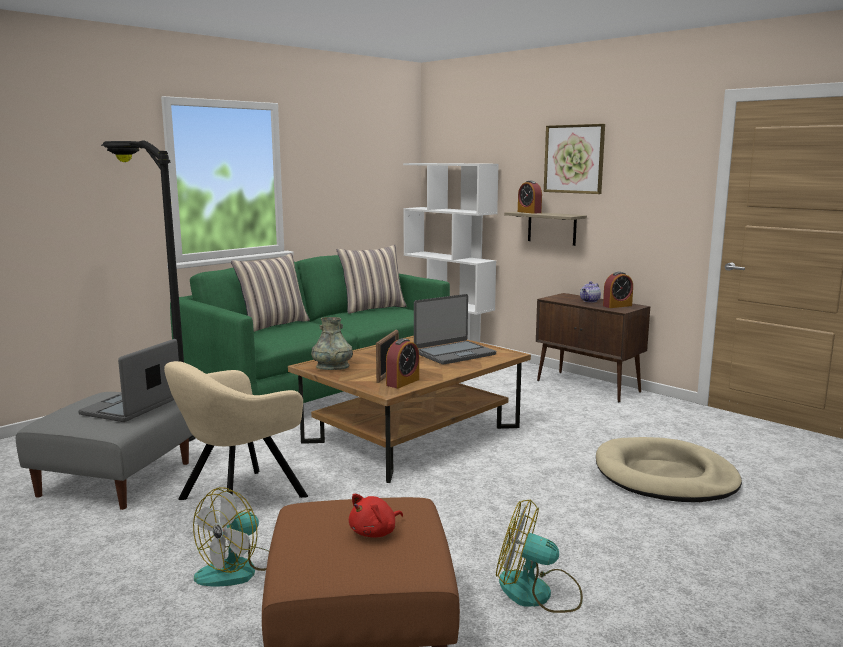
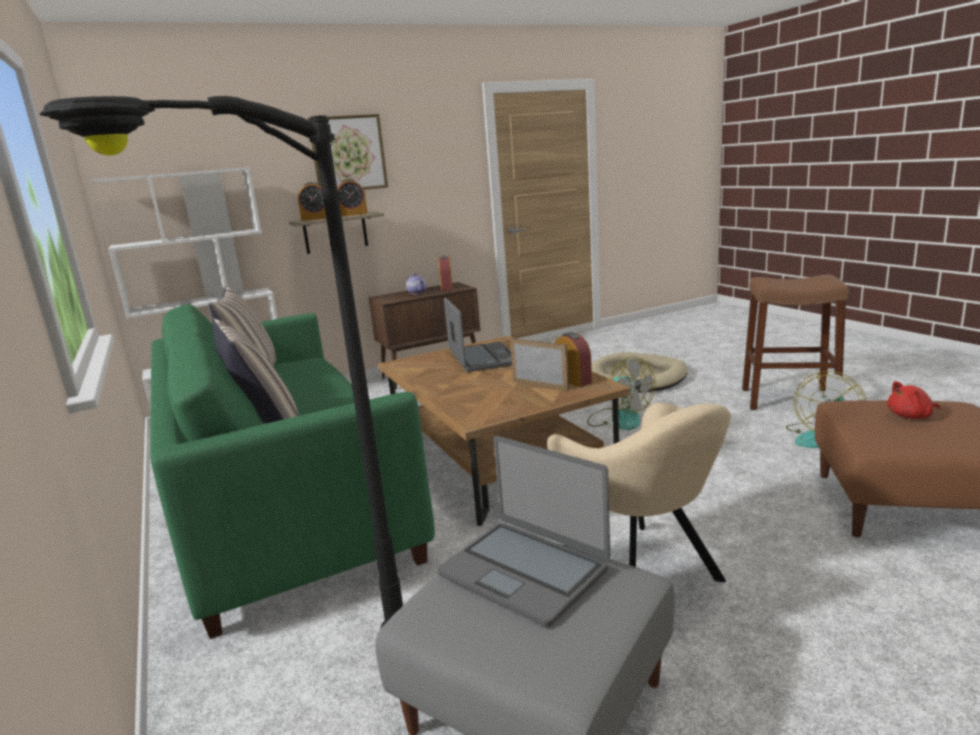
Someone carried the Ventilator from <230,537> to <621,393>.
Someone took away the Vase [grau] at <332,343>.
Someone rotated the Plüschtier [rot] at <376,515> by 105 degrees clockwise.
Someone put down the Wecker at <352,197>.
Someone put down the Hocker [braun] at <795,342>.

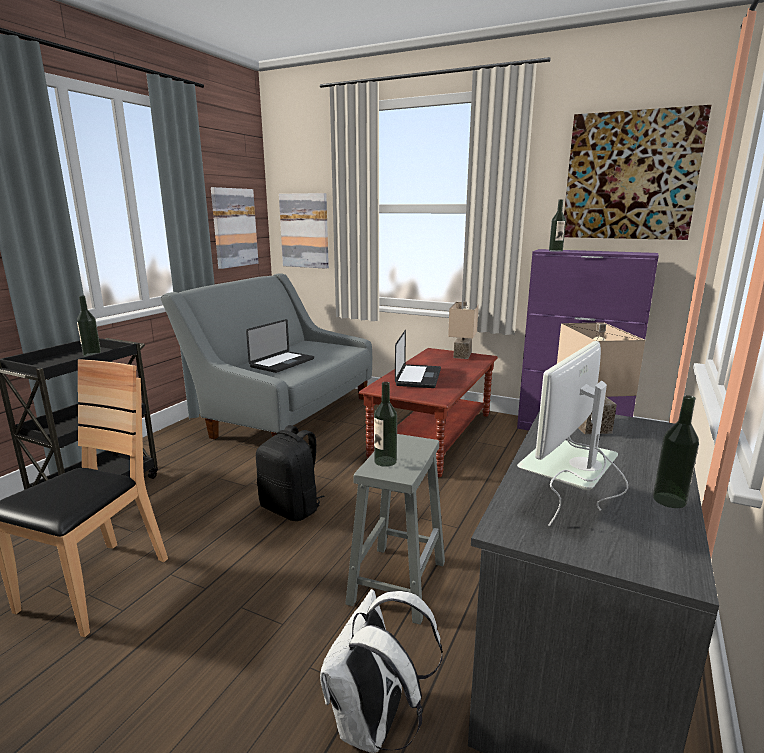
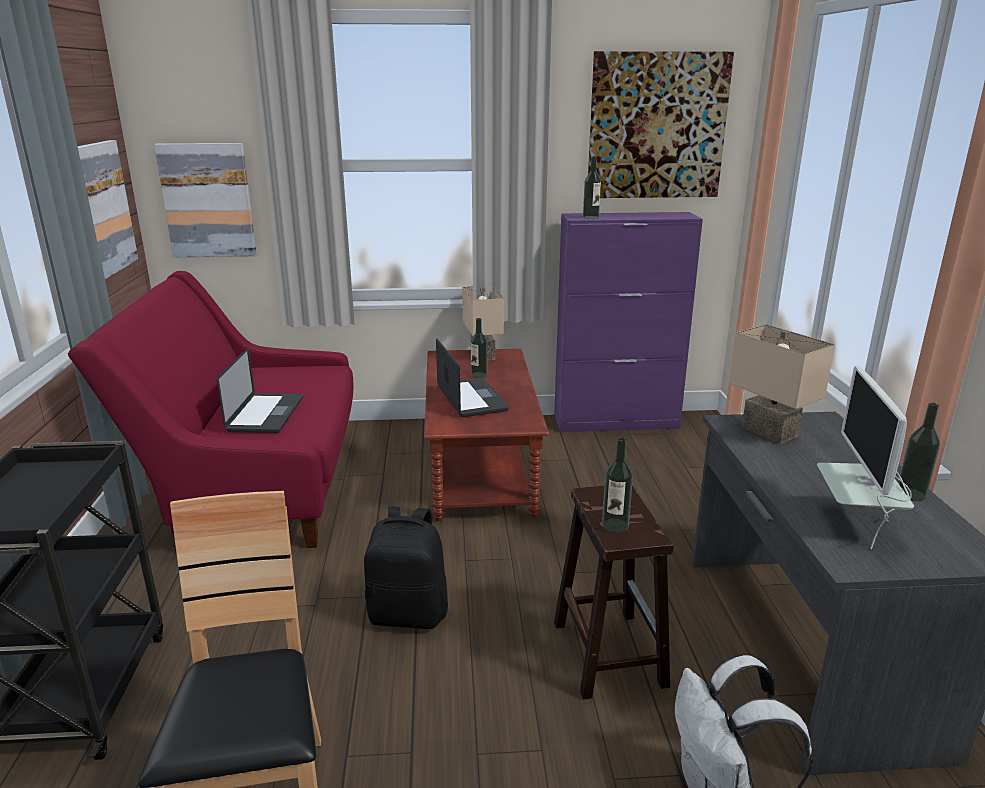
Someone carried the Flasche from <89,326> to <479,348>.
Someone repainted the Sofa [grau] at <266,356>, which became the Sofa [rot] at <211,409>.
Someone repainted the Hocker [grau] at <395,529>, which became the Hocker [braun] at <614,592>.

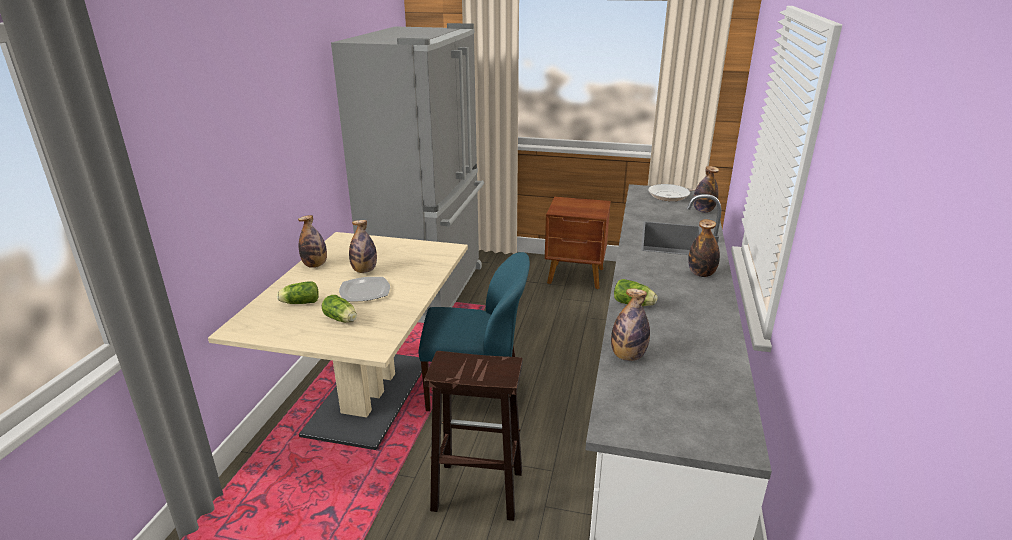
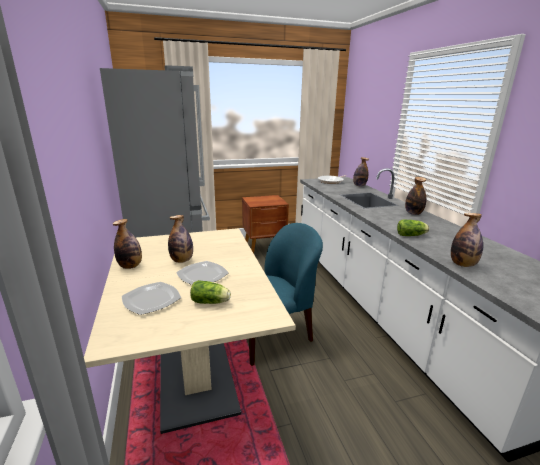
Someone swapped the Salatkopf at <298,292> for the Teller at <151,298>.
Someone took away the Hocker [braun] at <473,436>.

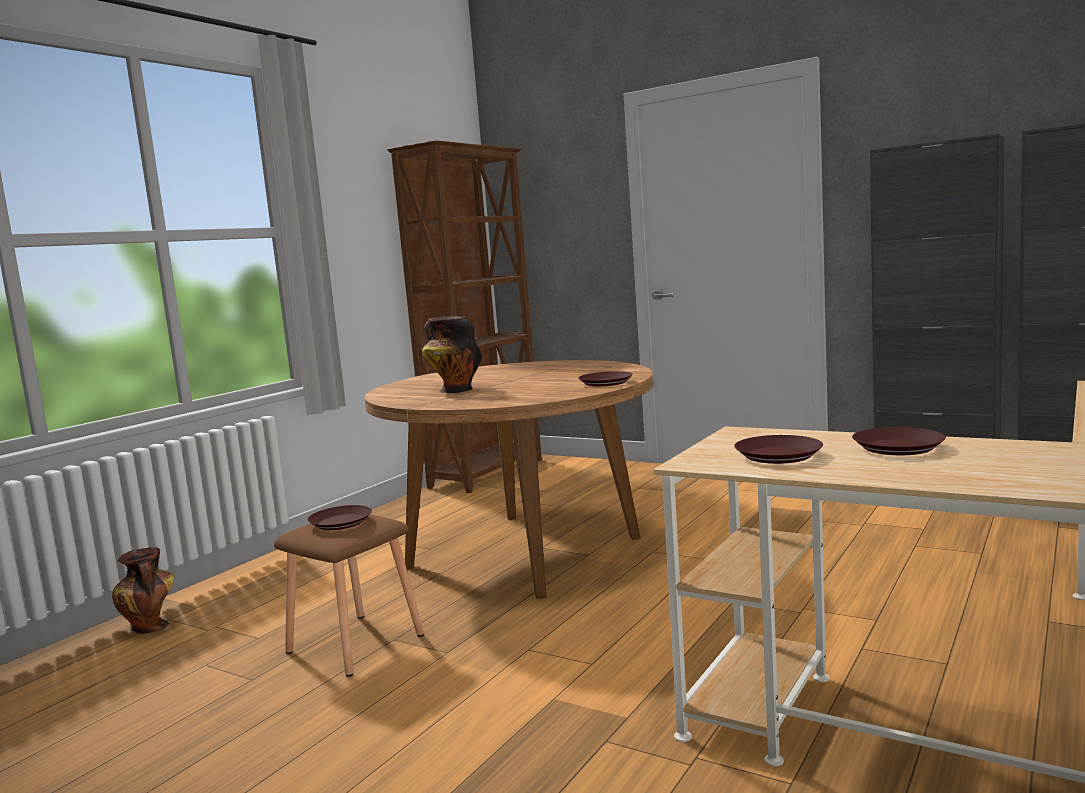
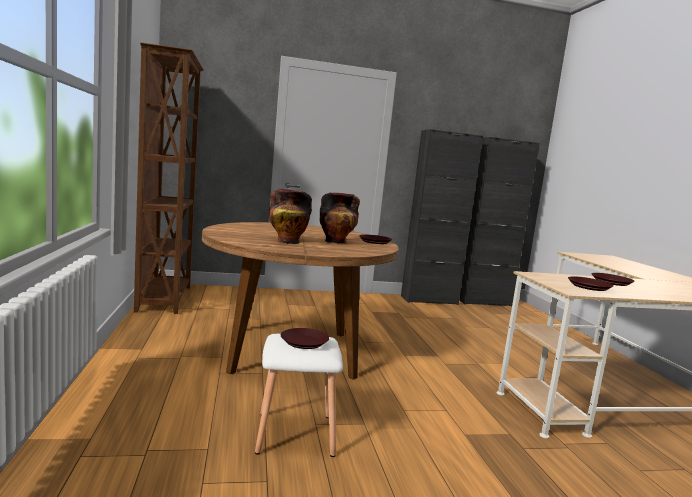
Someone carried the Vase from <143,590> to <339,218>.
Someone repainted the Hocker [braun] at <349,595>, which became the Hocker [weiß] at <299,395>.

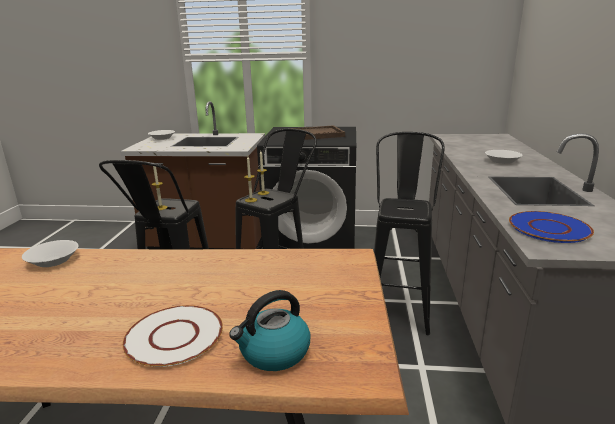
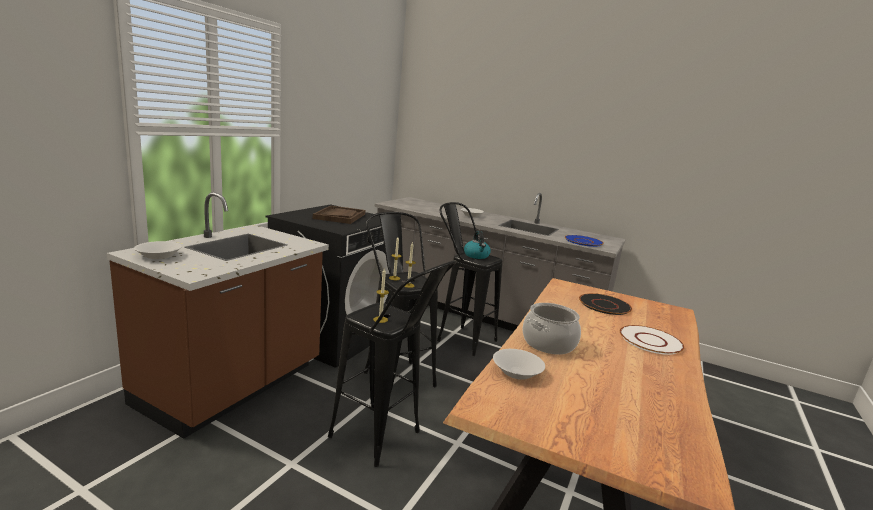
Someone carried the Wasserkessel from <270,330> to <477,245>.
Someone put down the Kochtopf at <551,329>.
Someone put down the Teller [schwarz] at <605,304>.

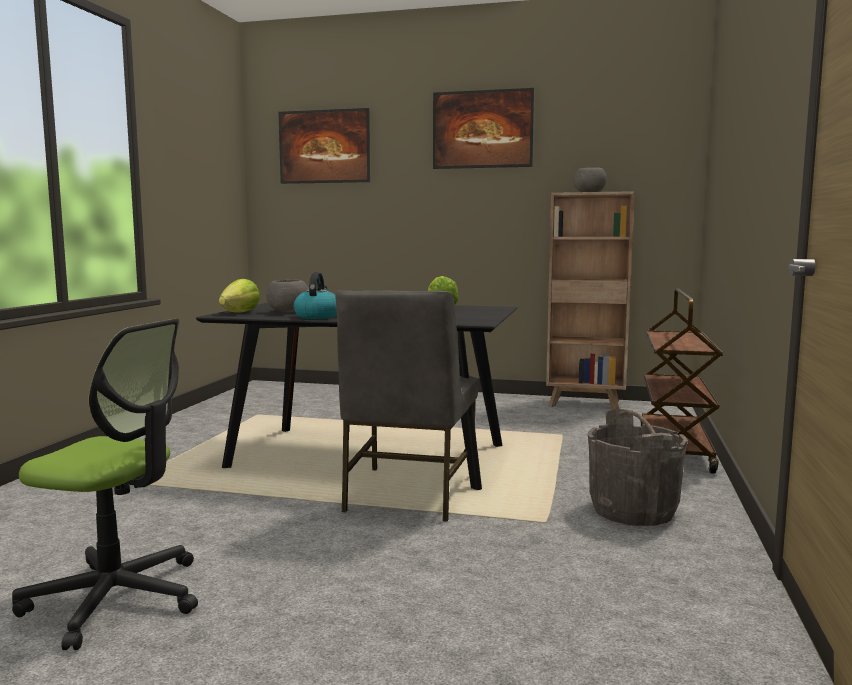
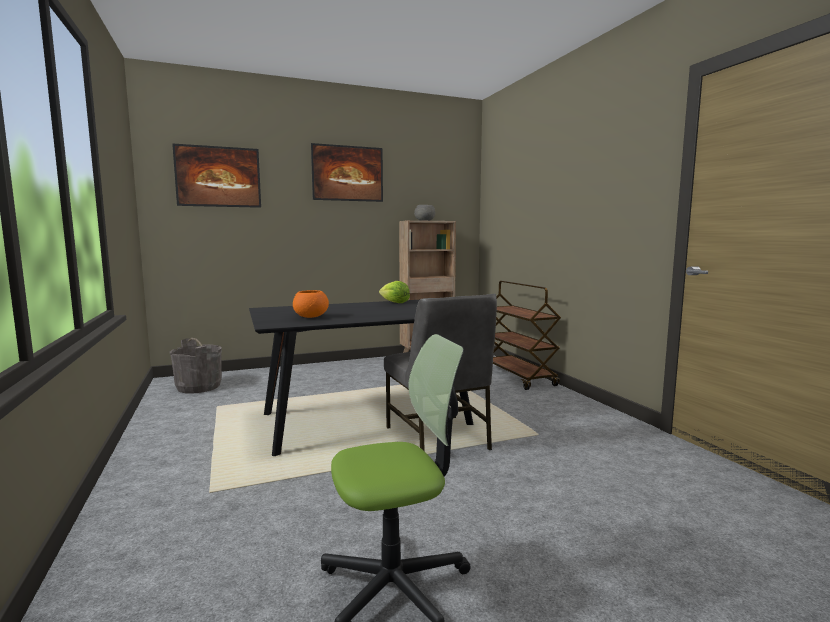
Someone took away the Salatkopf at <239,295>.
Someone repainted the Schüssel [grau] at <287,296>, which became the Schüssel [orange] at <311,304>.
Someone took away the Wasserkessel at <315,295>.
Someone carried the Eimer [grau] from <638,467> to <195,365>.

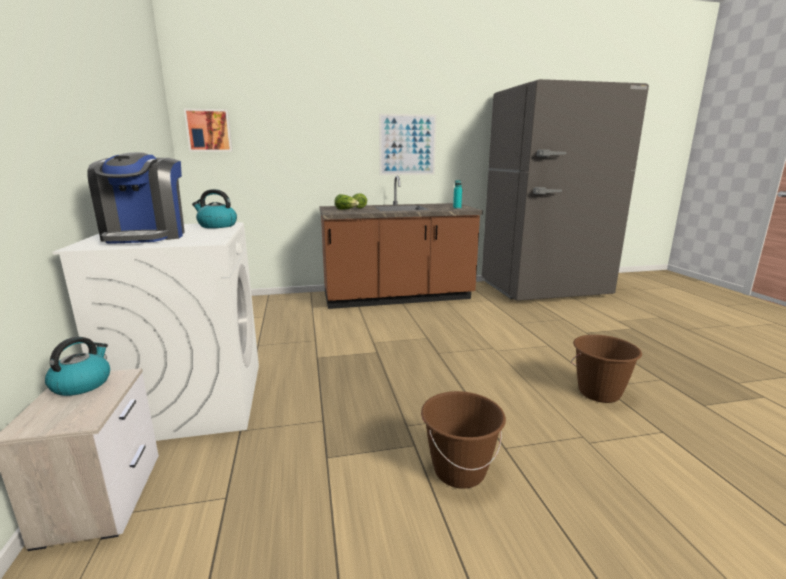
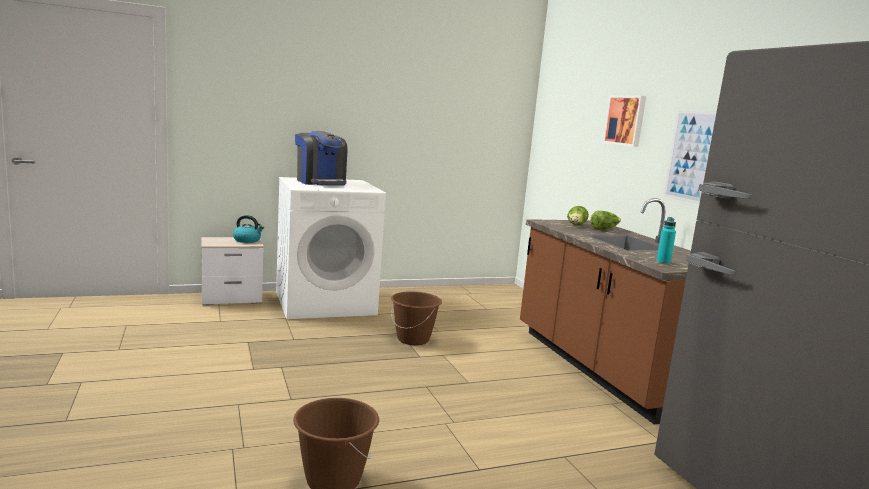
Someone rotated the Kaffeemaschine at <136,198> by 105 degrees counterclockwise.
Someone carried the Bild from <208,130> to <624,121>.
Someone took away the Wasserkessel at <214,208>.
Someone carried the Eimer [braun] from <463,440> to <416,318>.

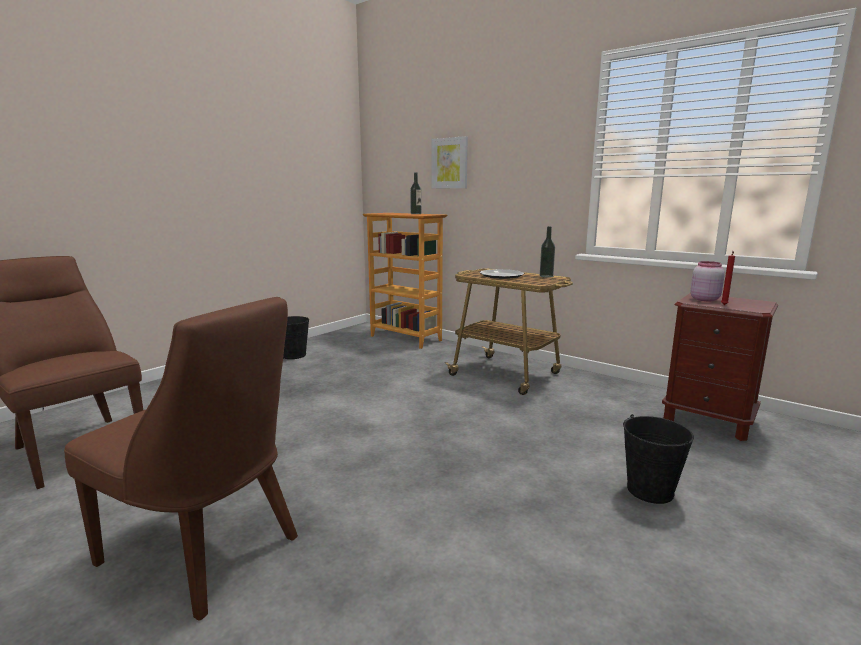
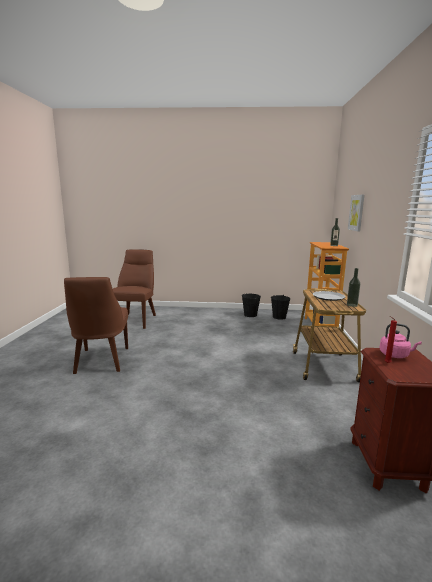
Someone carried the Eimer [schwarz] from <658,459> to <280,307>.
Someone swapped the Vorratsglas [rosa] at <707,281> for the Wasserkessel [rosa] at <400,340>.

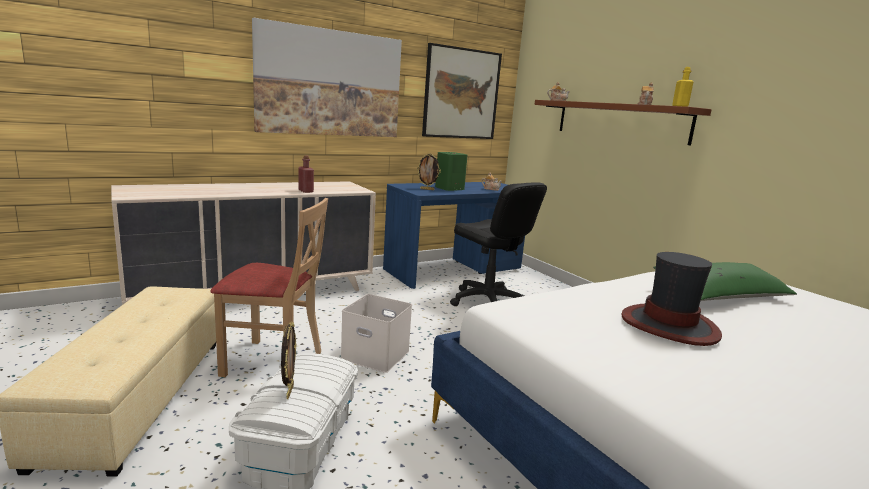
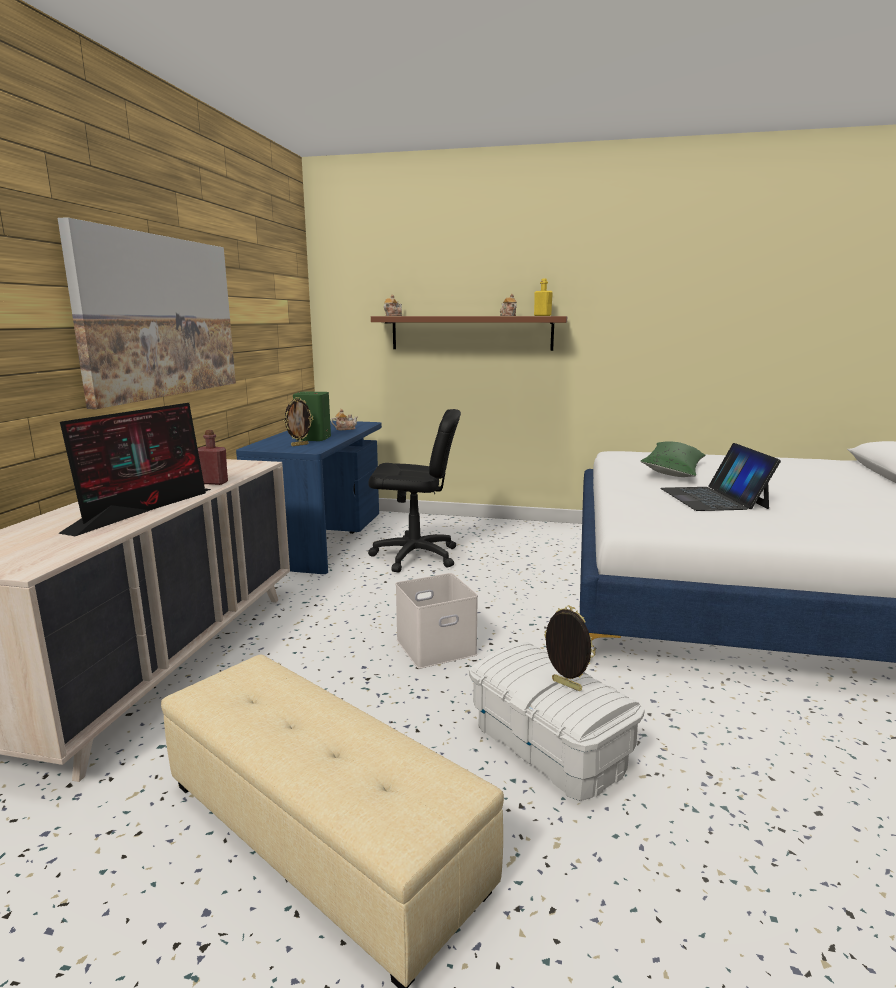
Someone took away the Stuhl [beige] at <269,287>.
Someone took away the Bild at <462,91>.
Someone swapped the Hut at <671,299> for the Laptop at <720,477>.
Someone put down the Monitor at <134,469>.

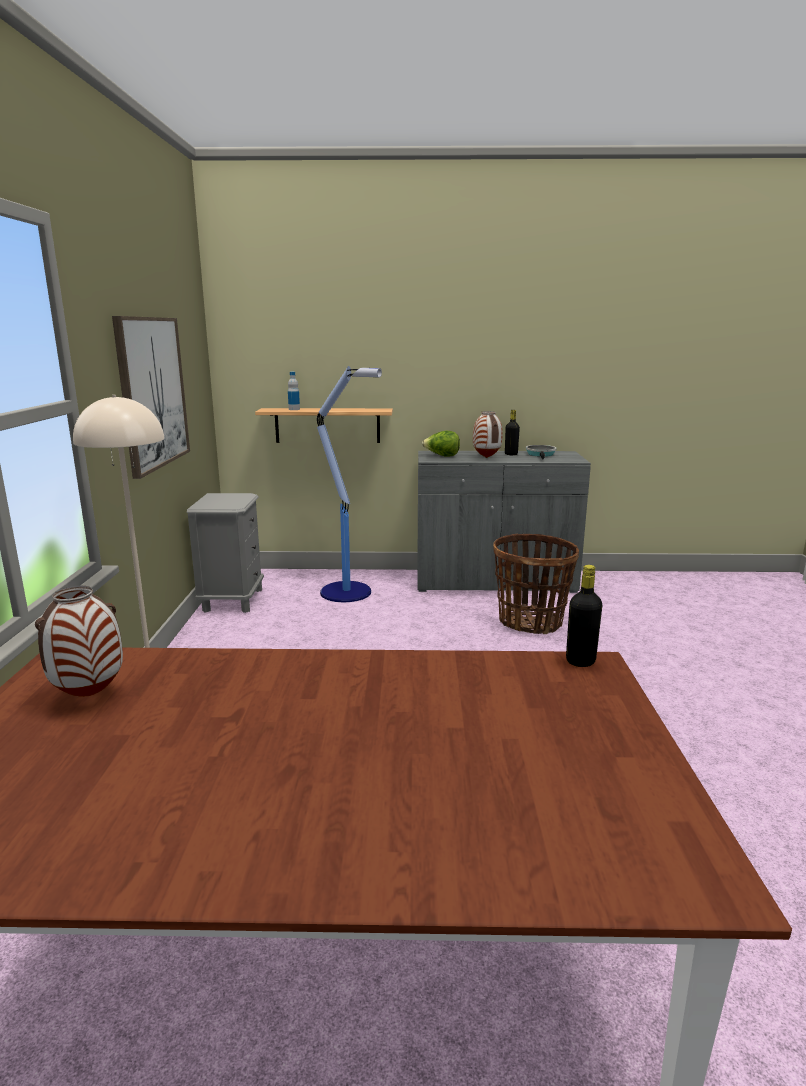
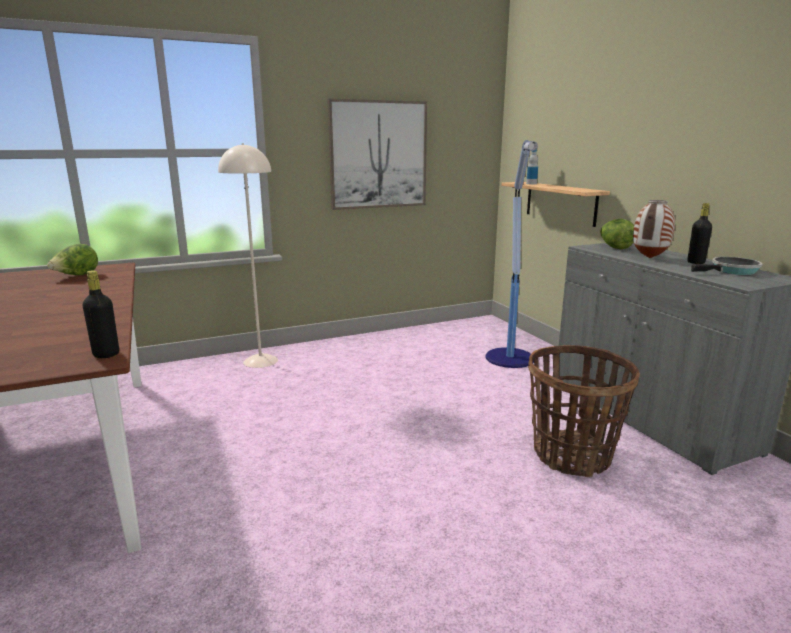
Someone swapped the Vase at <79,641> for the Salatkopf at <72,259>.
Someone took away the Nachttisch [grau] at <225,553>.

